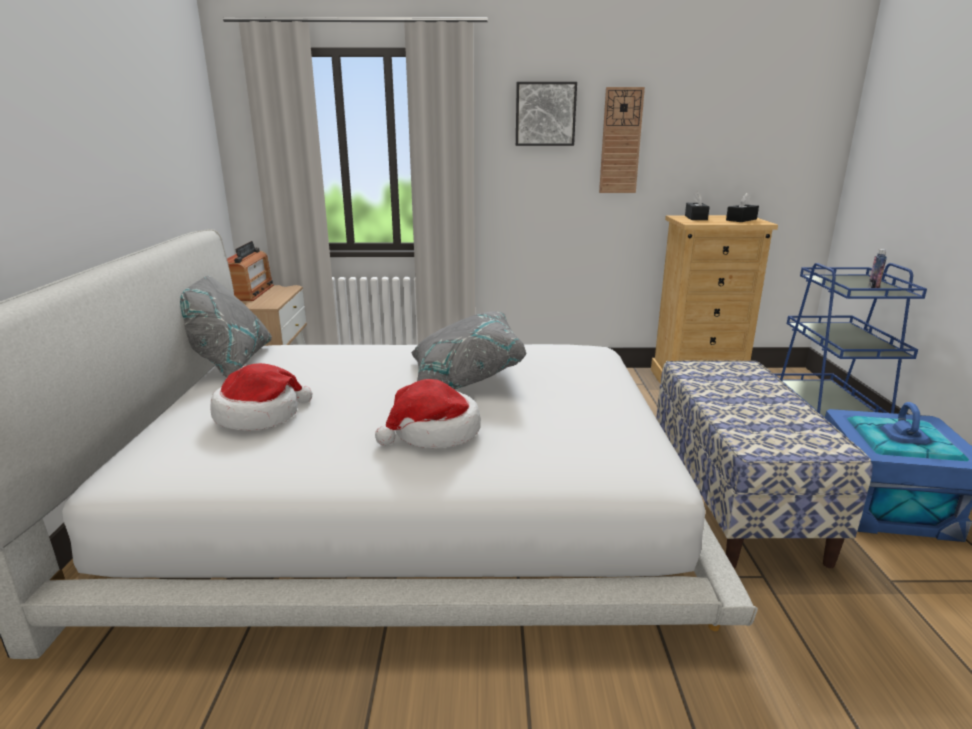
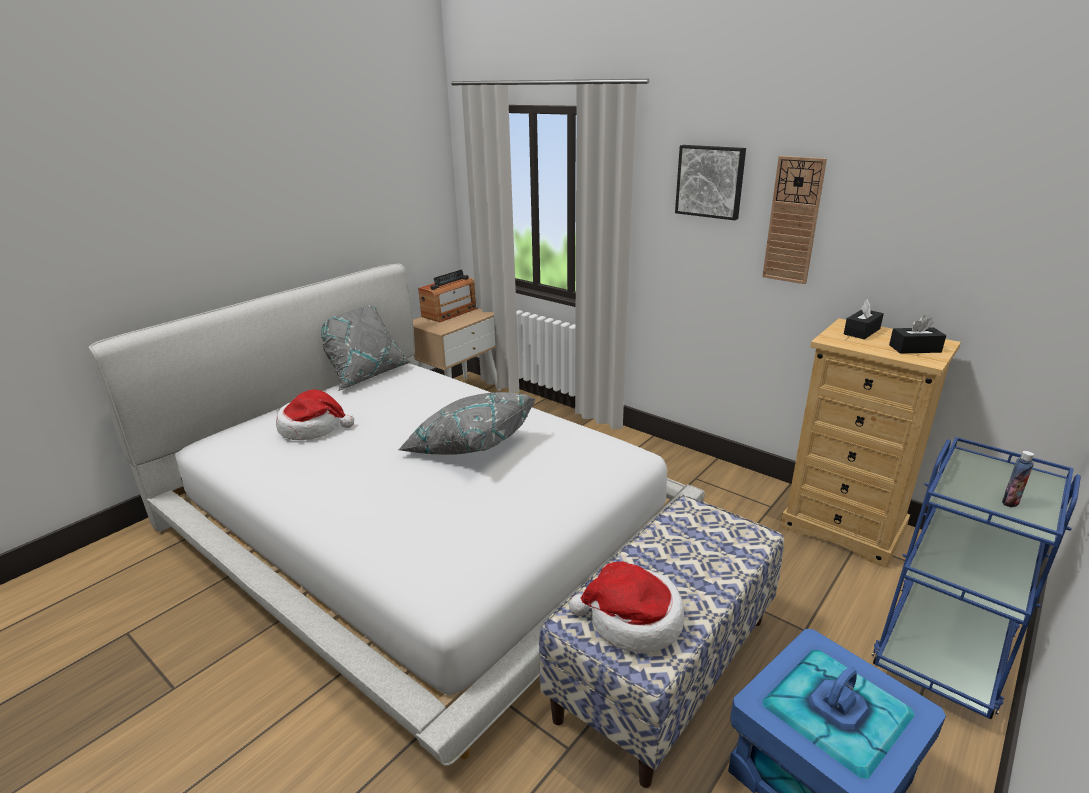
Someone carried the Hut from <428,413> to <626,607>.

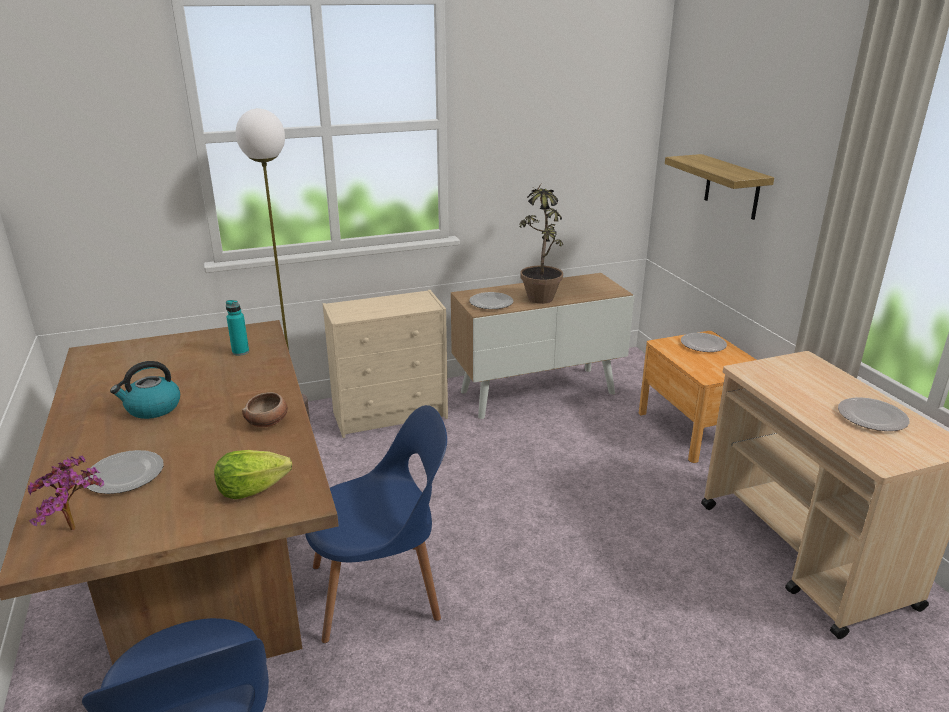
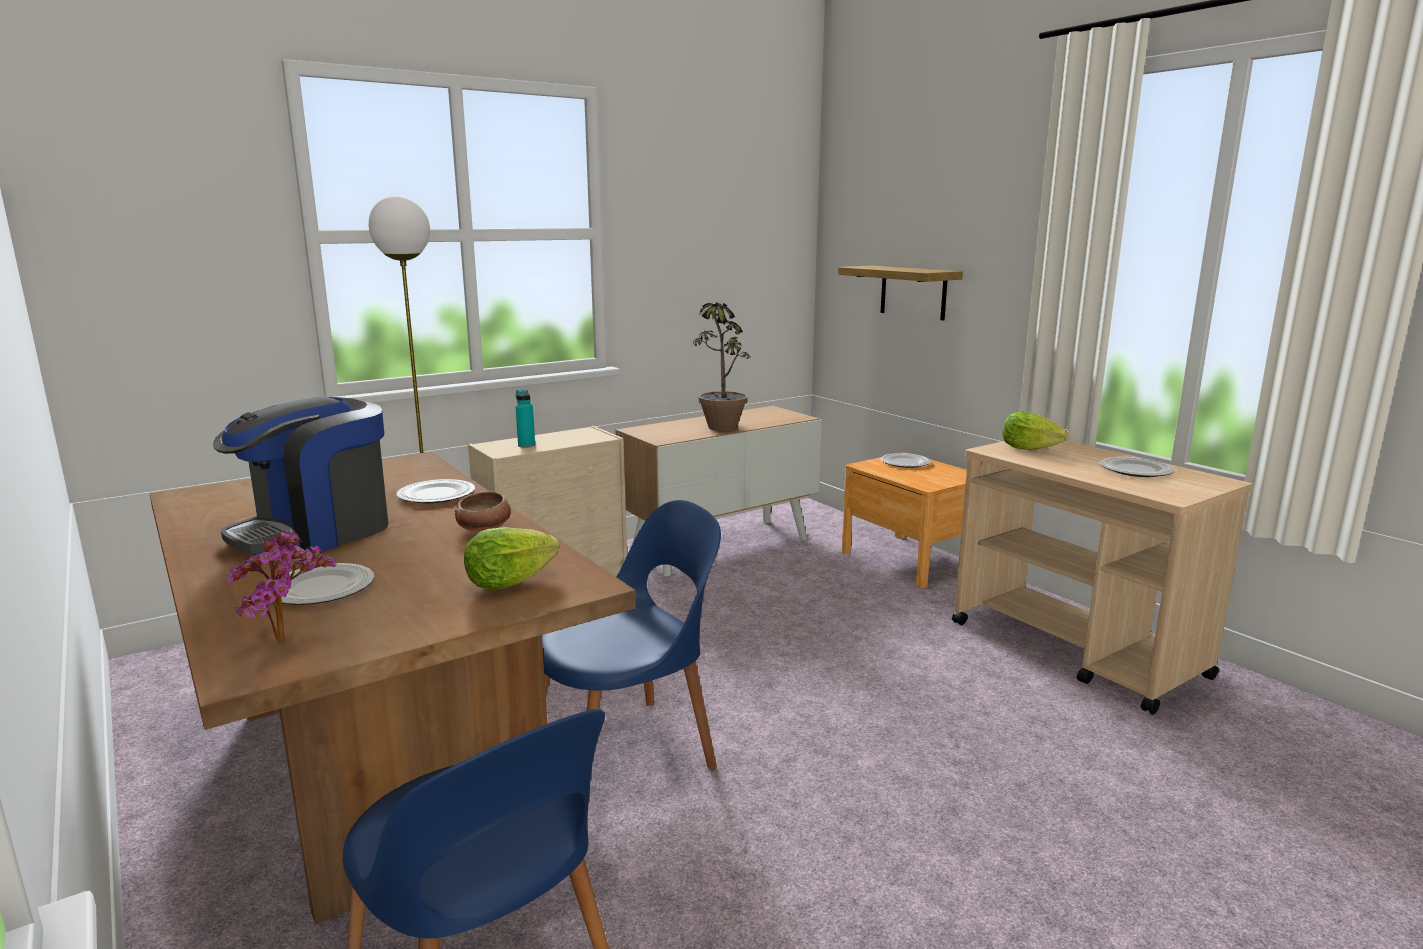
Someone swapped the Wasserkessel at <145,390> for the Kaffeemaschine at <301,476>.
Someone carried the Flasche [türkis] from <237,328> to <525,419>.
Someone carried the Teller from <491,300> to <436,491>.
Someone put down the Salatkopf at <1034,431>.

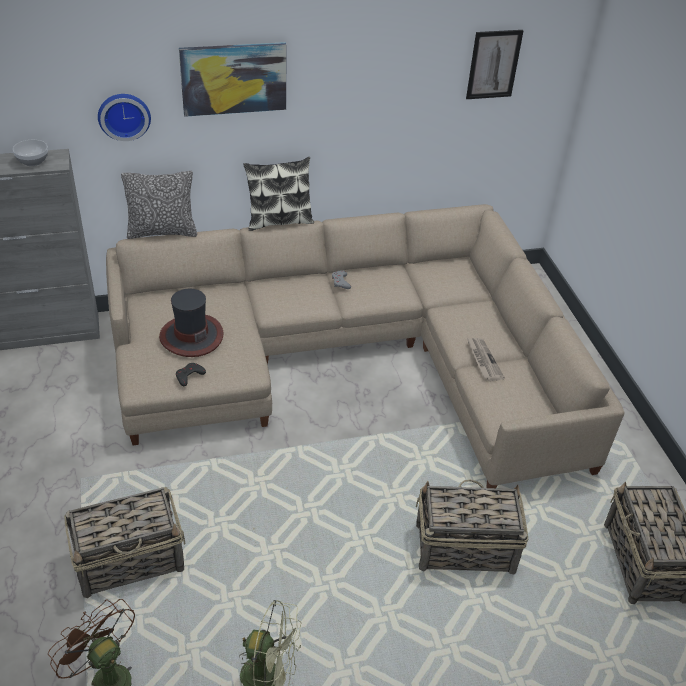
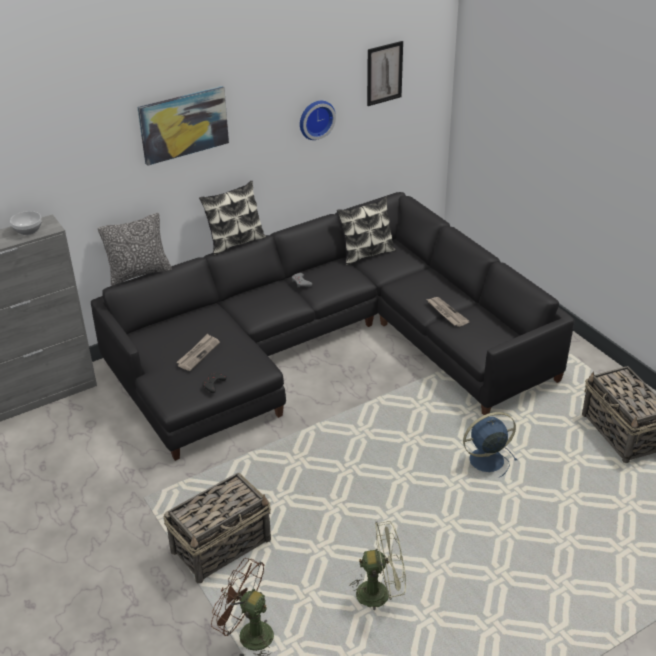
Someone carried the Wanduhr from <124,117> to <318,120>.
Someone repainted the Sofa [beige] at <365,346>, which became the Sofa [schwarz] at <333,326>.
Someone swapped the Hut at <191,323> for the Zeitung at <198,352>.
Someone swapped the Korb at <472,526> for the Ventilator [blau] at <490,445>.
Someone put down the Kissen at <366,230>.

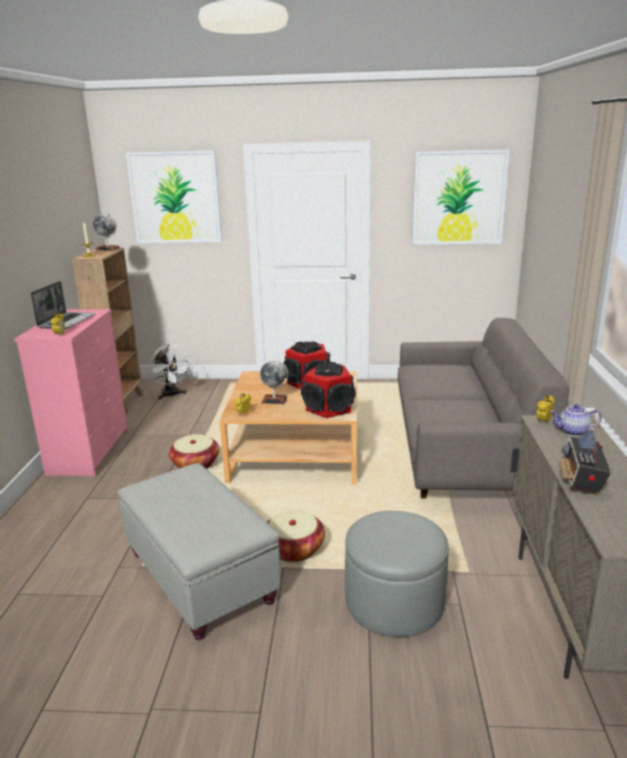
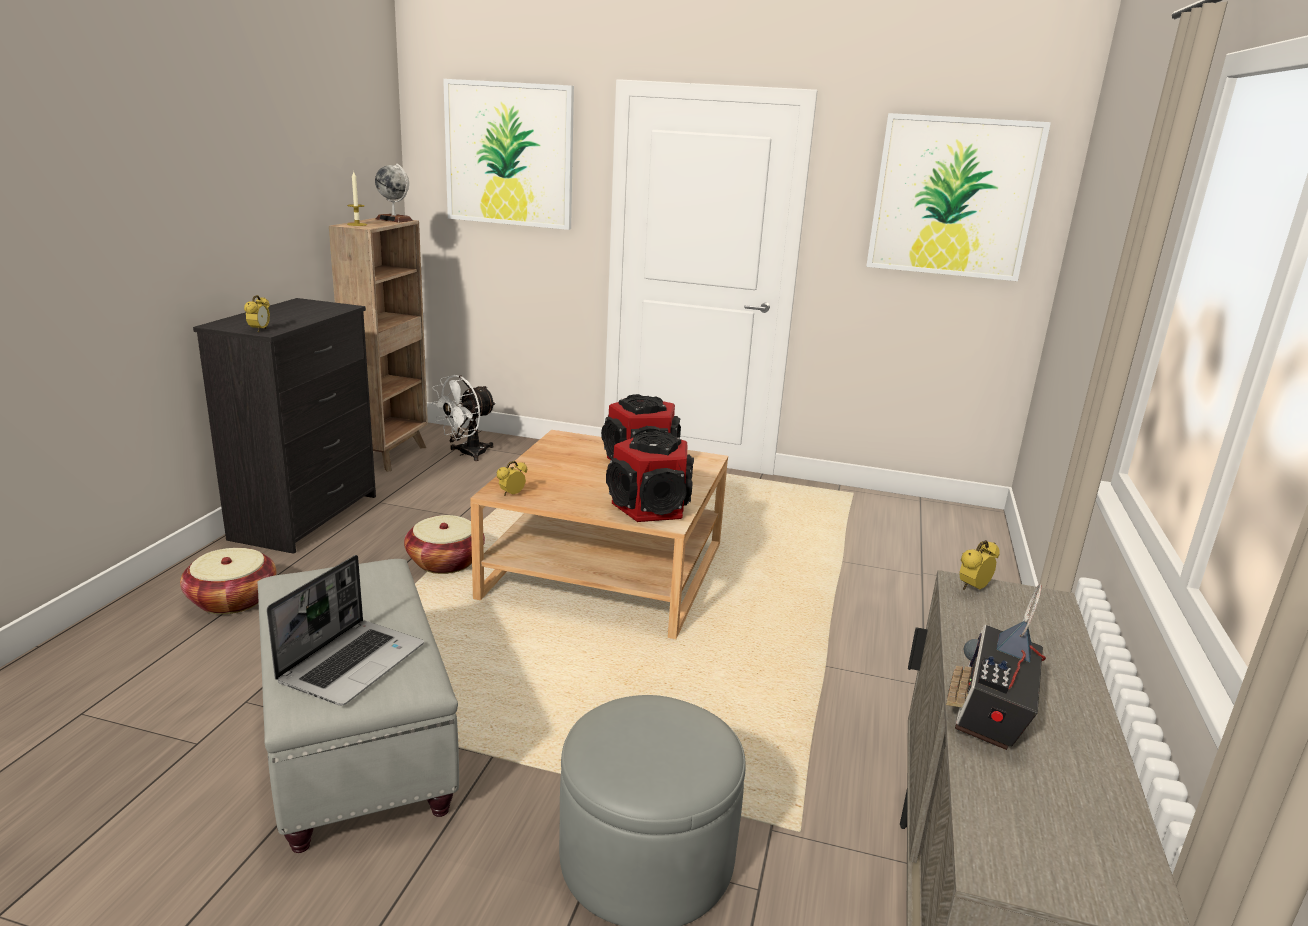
Someone repainted the Kommode [rosa] at <71,392>, which became the Kommode [schwarz] at <284,426>.
Someone carried the Laptop from <63,305> to <345,630>.
Someone rotated the Ventilator [weiß] at <170,372> by 60 degrees clockwise.
Someone took away the Globus at <274,382>.
Someone carried the Korb from <296,536> to <228,581>.
Someone took away the Sofa [grau] at <483,408>.
Someone took away the Teekanne at <576,420>.

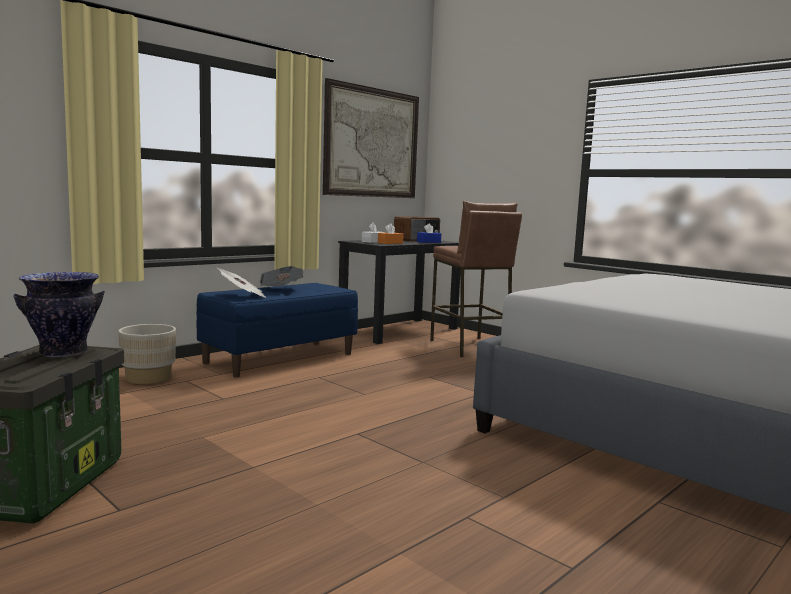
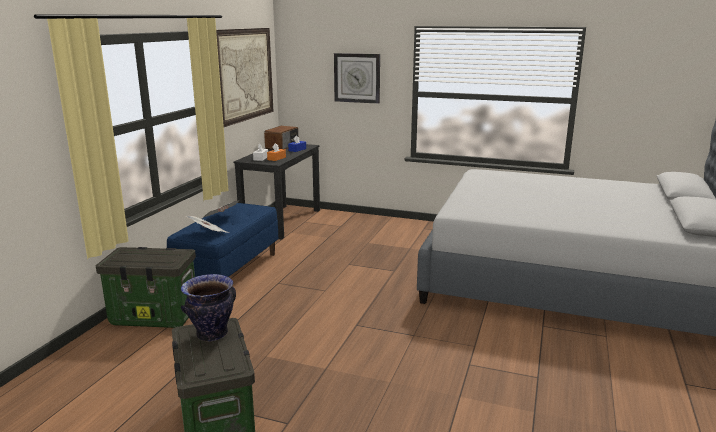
Someone swapped the Pflanzkübel [beige] at <147,354> for the Aufbewahrungsbox at <146,287>.
Someone took away the Hocker [braun] at <476,279>.
Someone put up the Wanduhr at <357,78>.

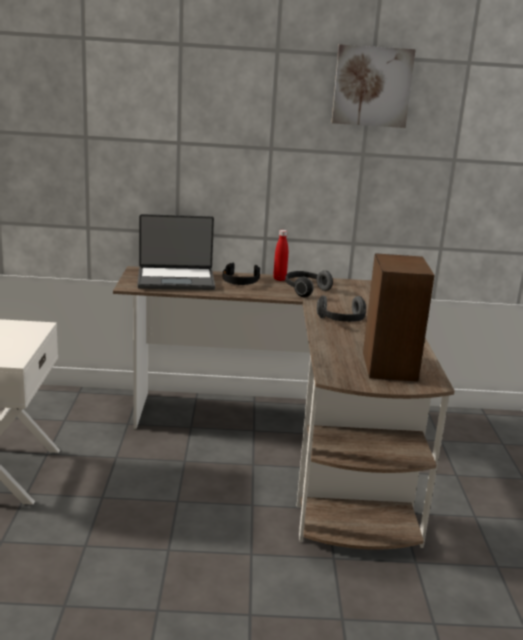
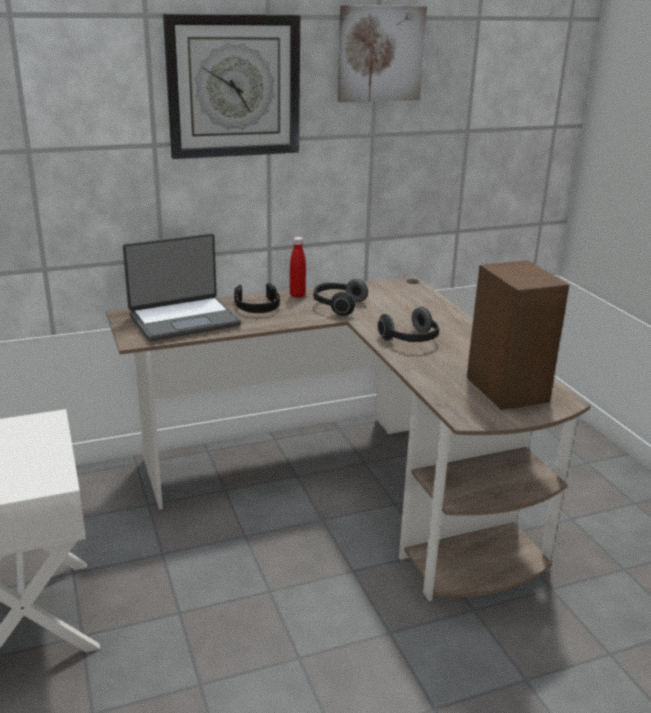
Someone put up the Wanduhr at <231,86>.

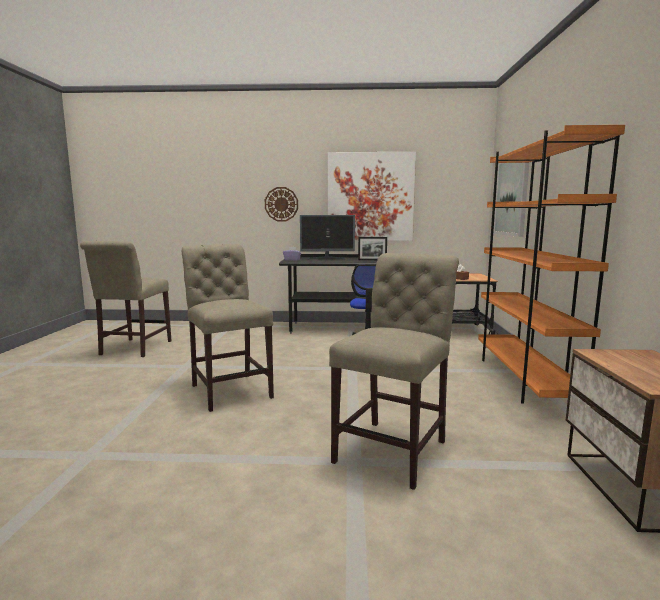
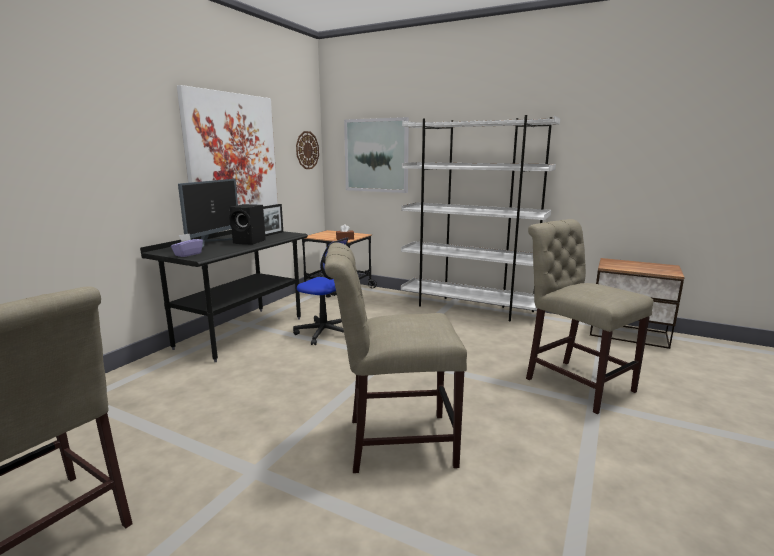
Someone carried the Wanduhr from <281,204> to <307,150>.
Someone repainted the Bücherregal [orange] at <551,264>, which became the Bücherregal [weiß] at <480,218>.
Someone put down the Lautsprecher [schwarz] at <247,224>.

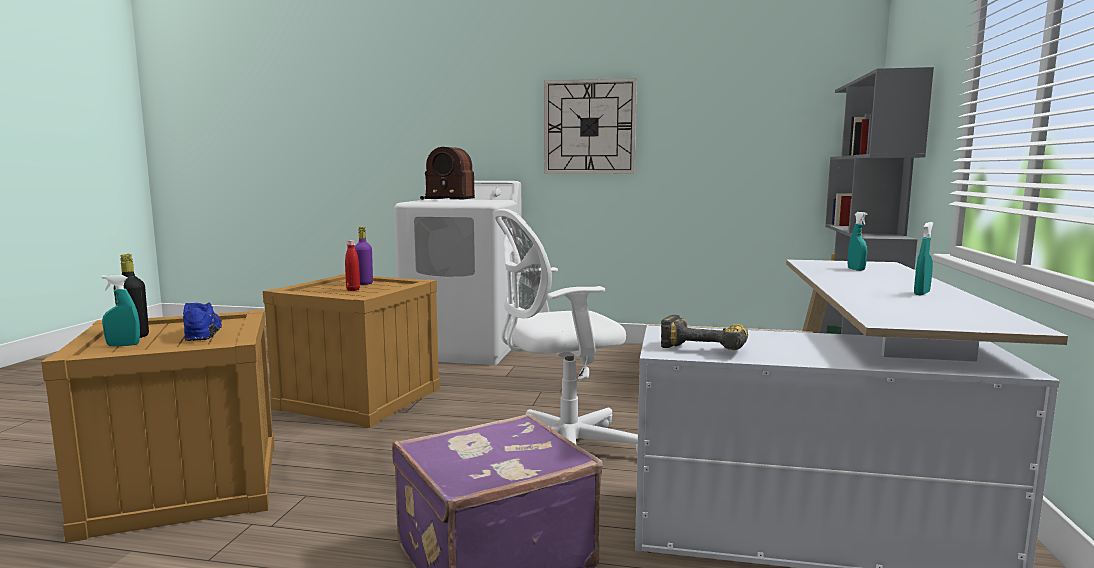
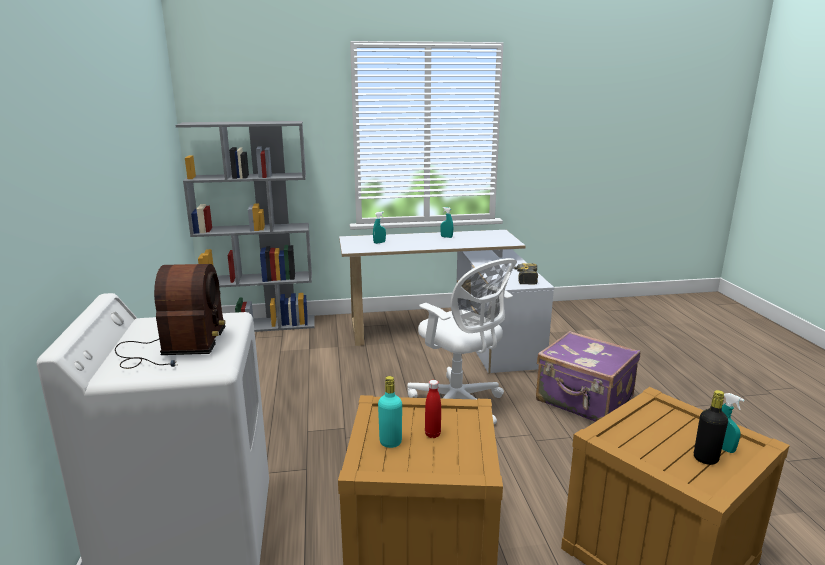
Someone took away the Schuh [blau] at <202,321>.
Someone repainted the Flasche [lila] at <364,256>, which became the Flasche [türkis] at <390,412>.
Someone took away the Wanduhr at <590,126>.

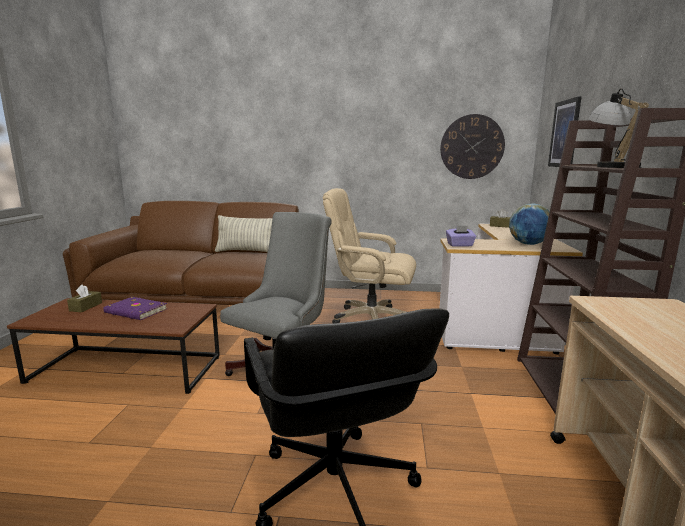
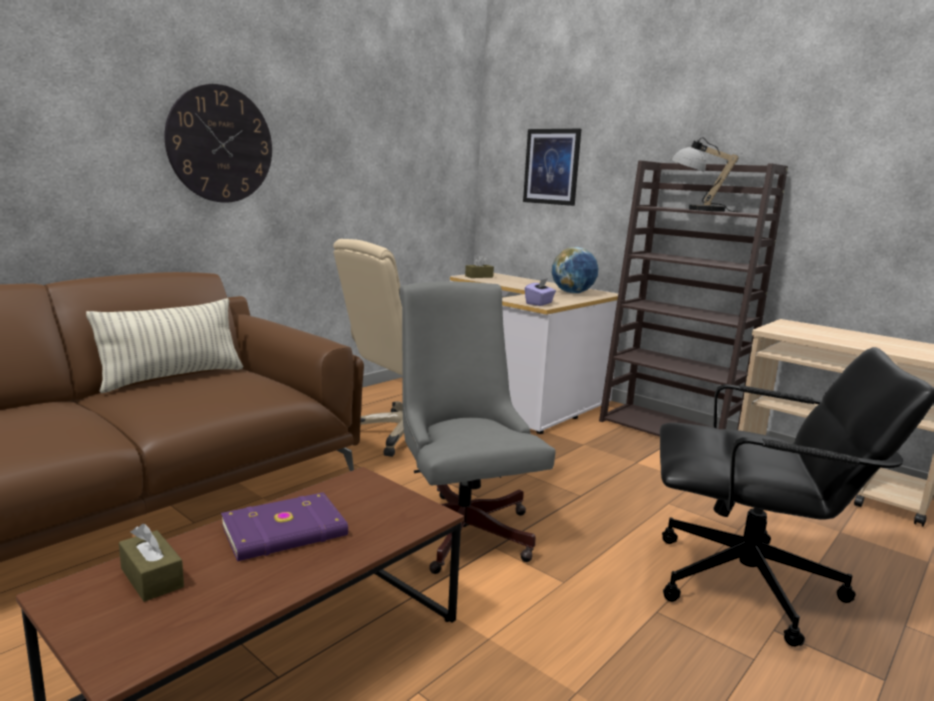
Someone carried the Wanduhr from <472,146> to <218,143>.

